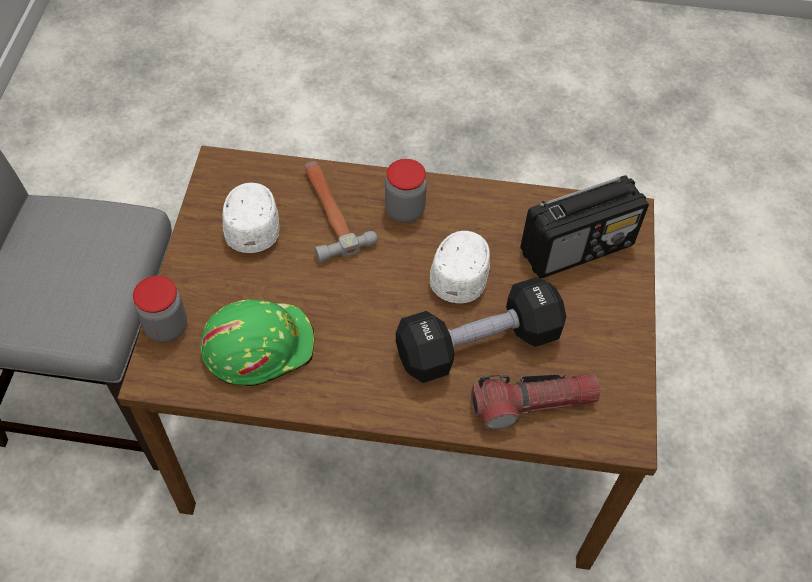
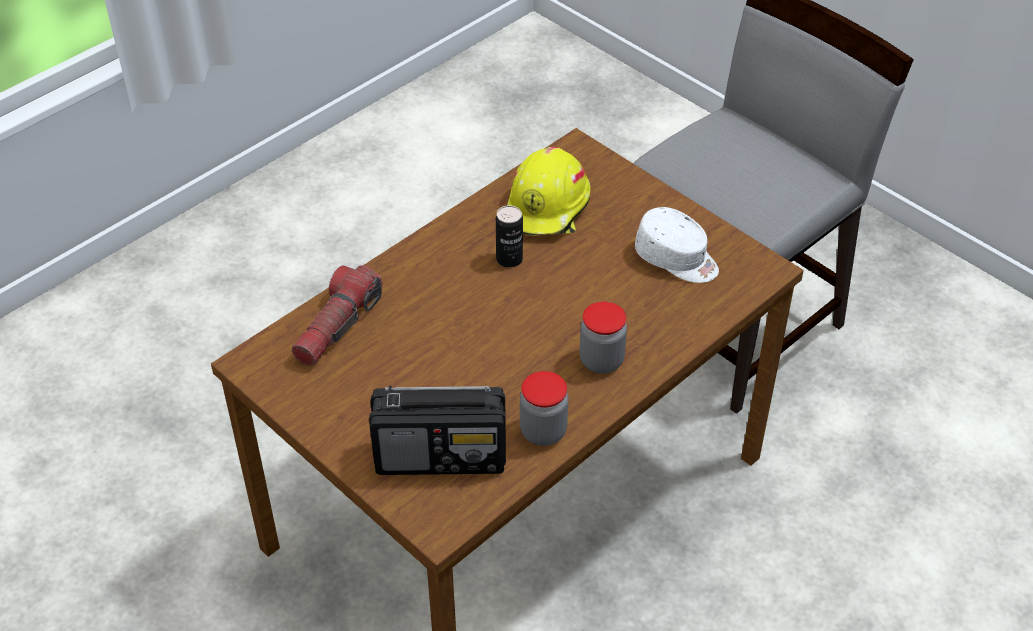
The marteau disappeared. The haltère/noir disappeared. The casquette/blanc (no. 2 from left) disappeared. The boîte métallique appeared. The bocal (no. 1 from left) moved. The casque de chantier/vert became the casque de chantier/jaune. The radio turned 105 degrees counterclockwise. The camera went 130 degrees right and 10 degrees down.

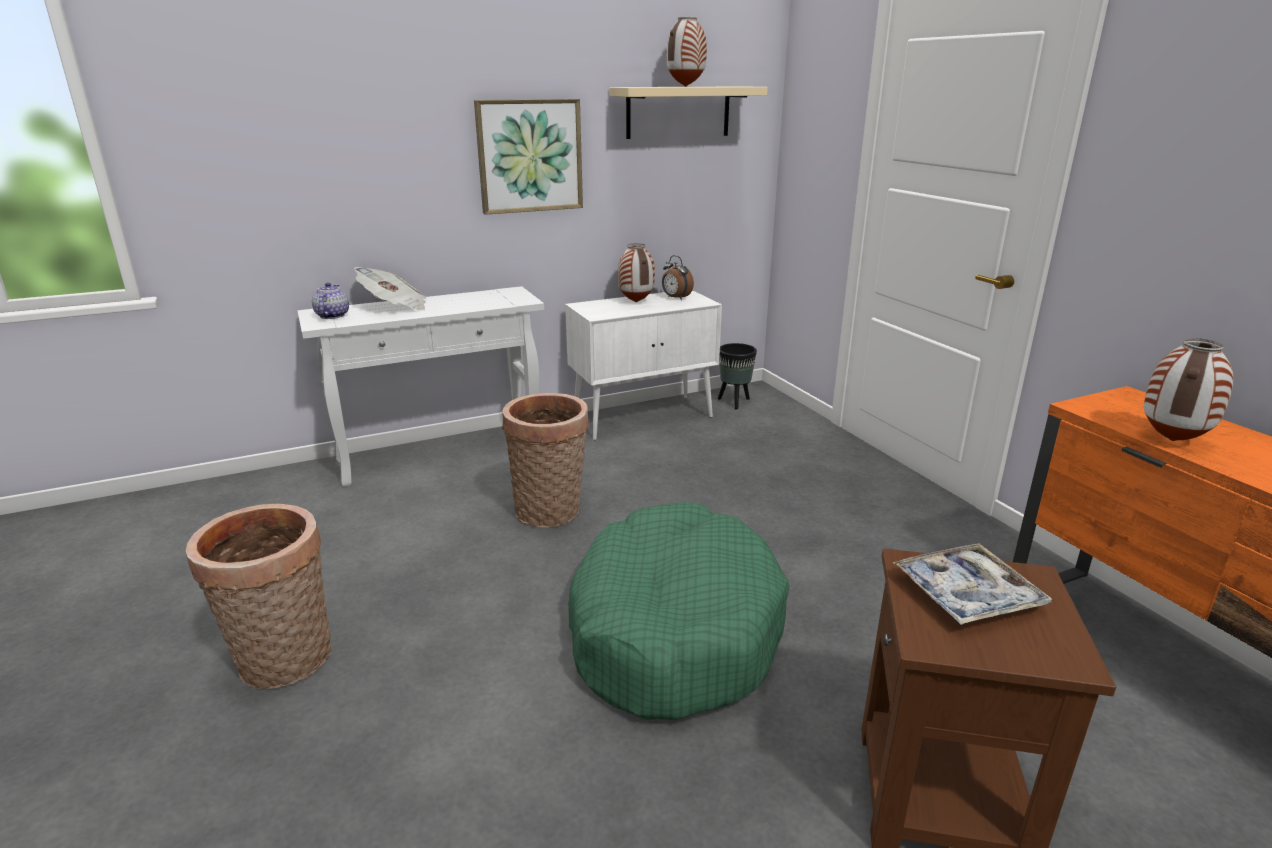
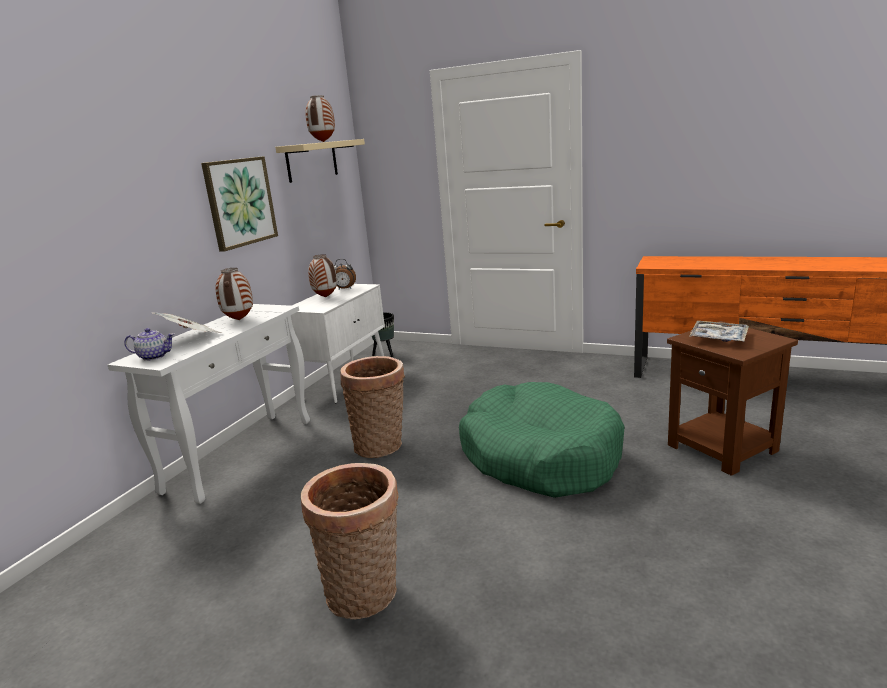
The vase (no. 3 from left in the first image) moved. The théière turned 135 degrees clockwise. The camera went 40 degrees left and 5 degrees down.

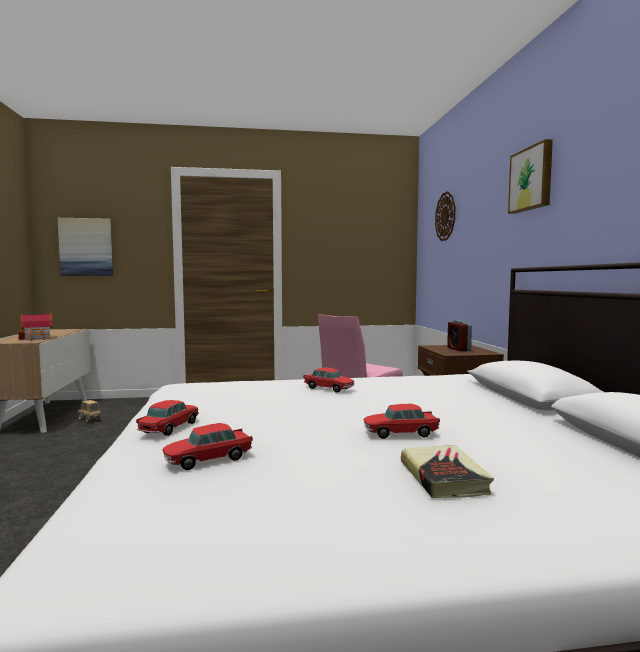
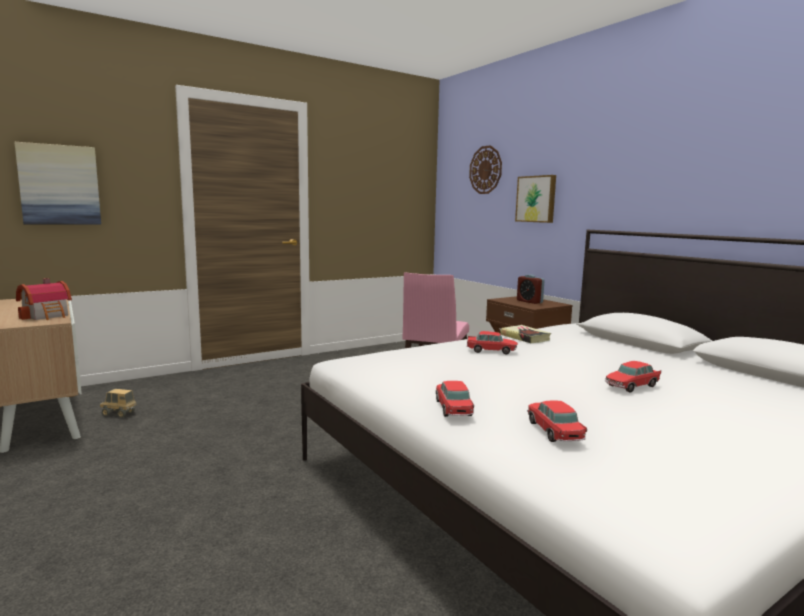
The livre moved. The tableau (no. 2 from left) moved. The petite voiture (no. 2 from left in the first image) turned 135 degrees clockwise. The camera went 25 degrees left and 5 degrees up.

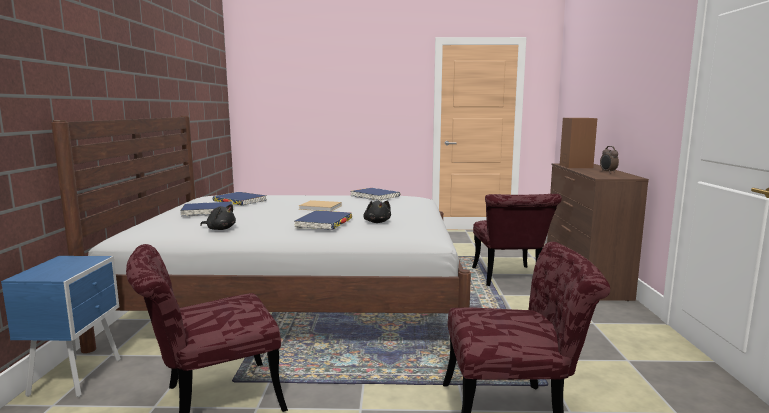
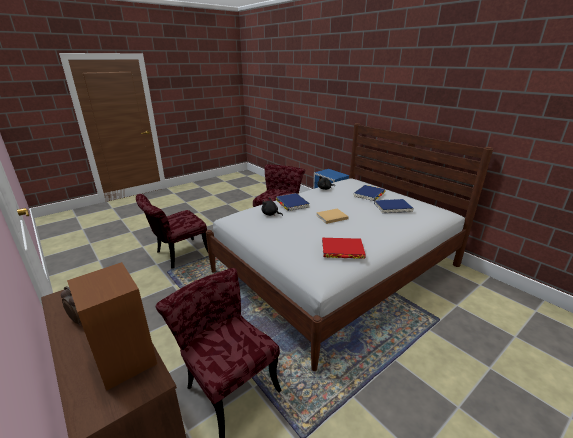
The livre/bleu (no. 4 from left) became the livre/rouge. The camera went 140 degrees right and 15 degrees up.

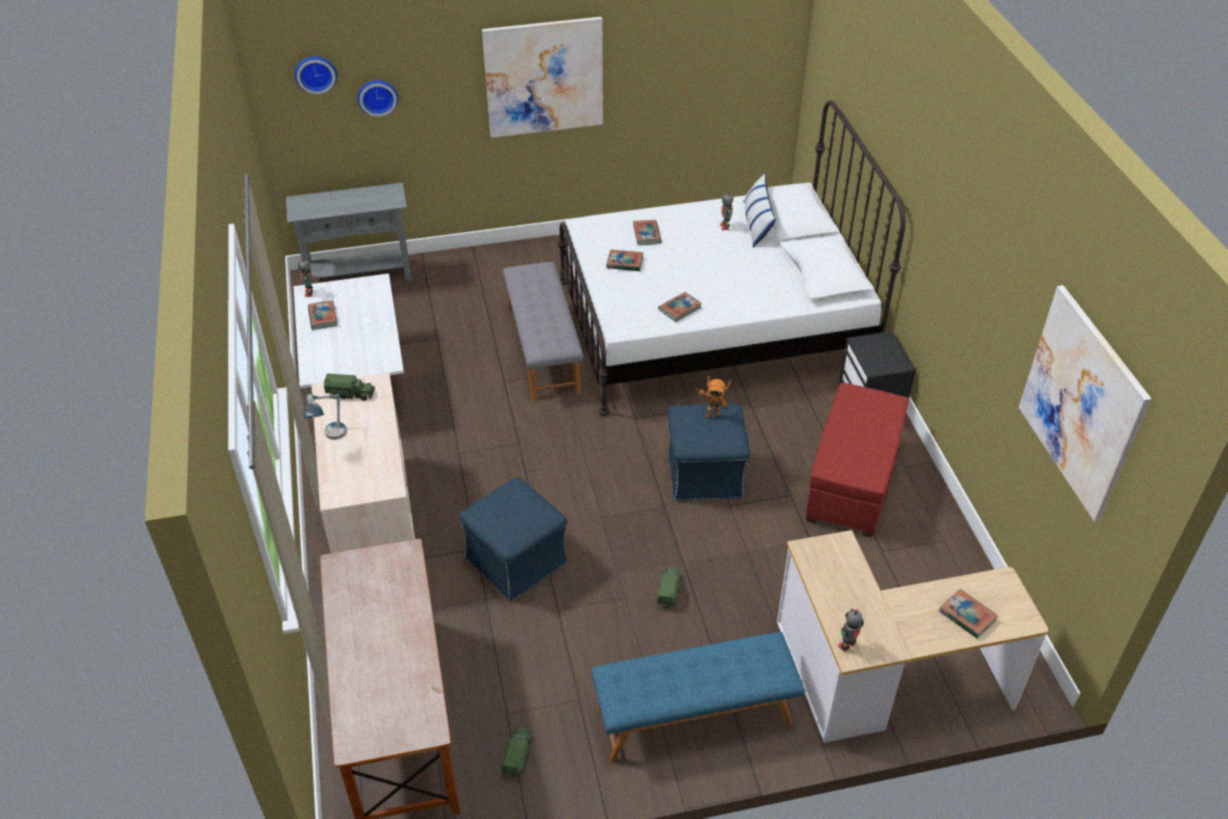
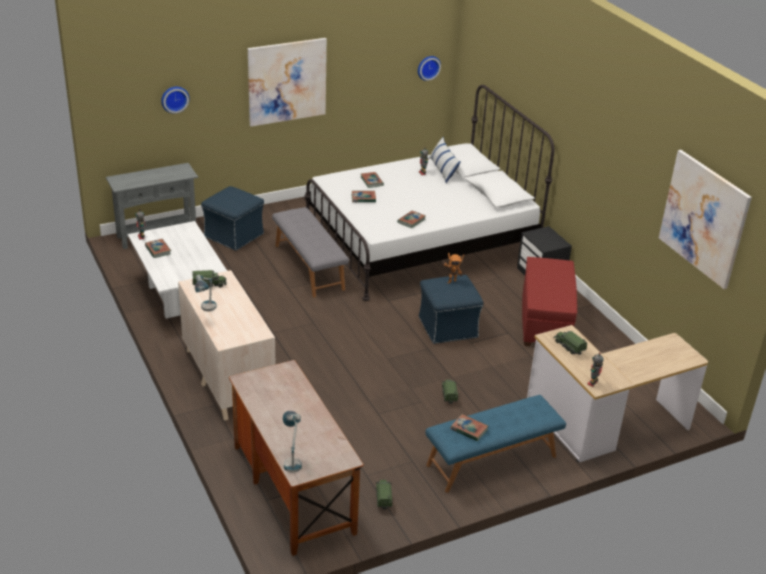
The lampe de table (no. 2 from left) appeared. The camion jouet (no. 4 from left) appeared. The horloge murale (no. 1 from left in the first image) moved. The pouf/bleu (no. 1 from left) moved. The livre (no. 5 from left) moved. The camera went 15 degrees left and 10 degrees down.

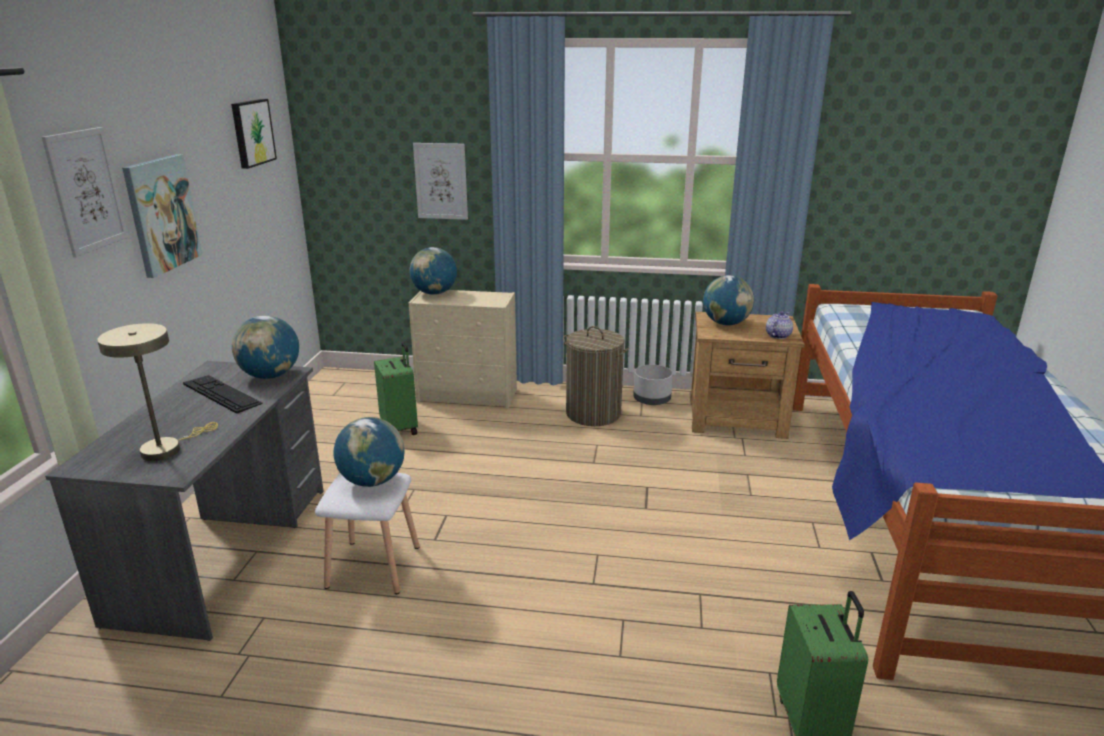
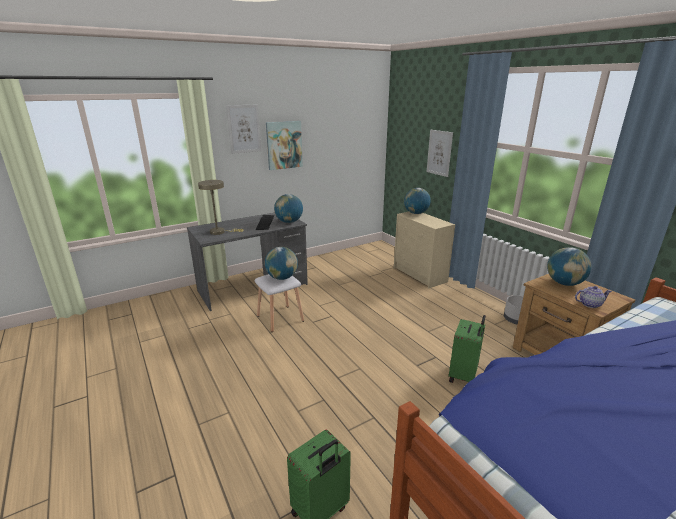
The tableau (no. 3 from left) disappeared. The panier à linge disappeared. The valise/vert (no. 1 from left in the first image) moved. The camera went 50 degrees right and 0 degrees up.

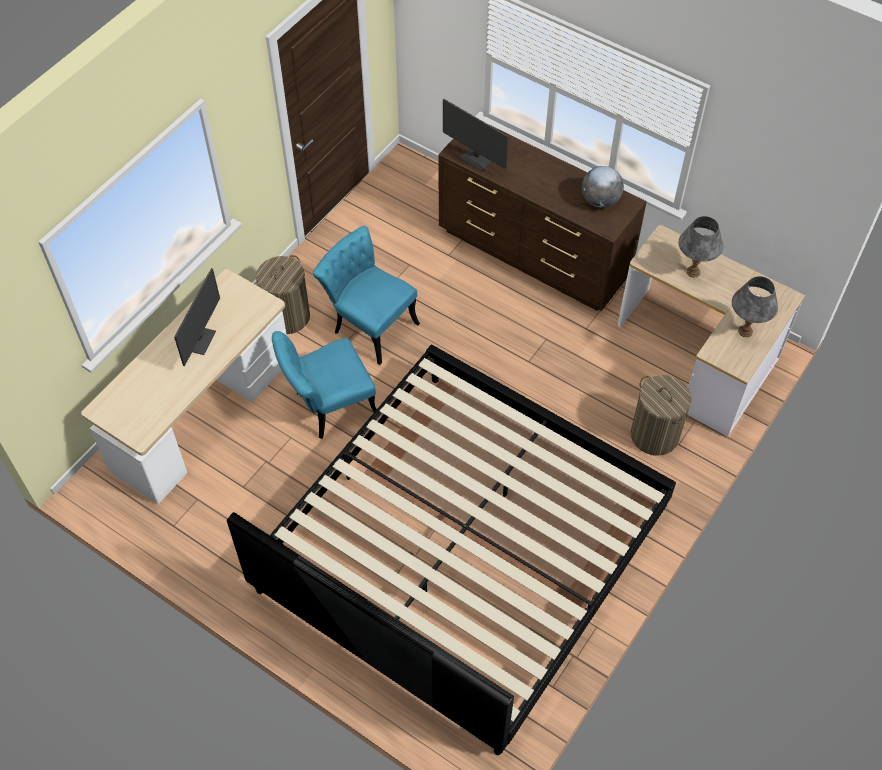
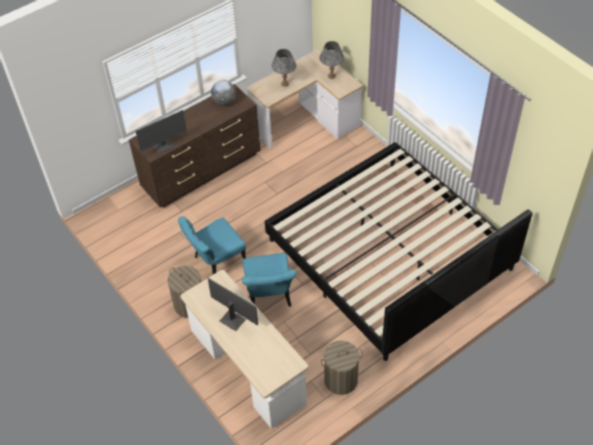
The panier à linge (no. 2 from left) moved. The camera went 70 degrees left and 5 degrees down.

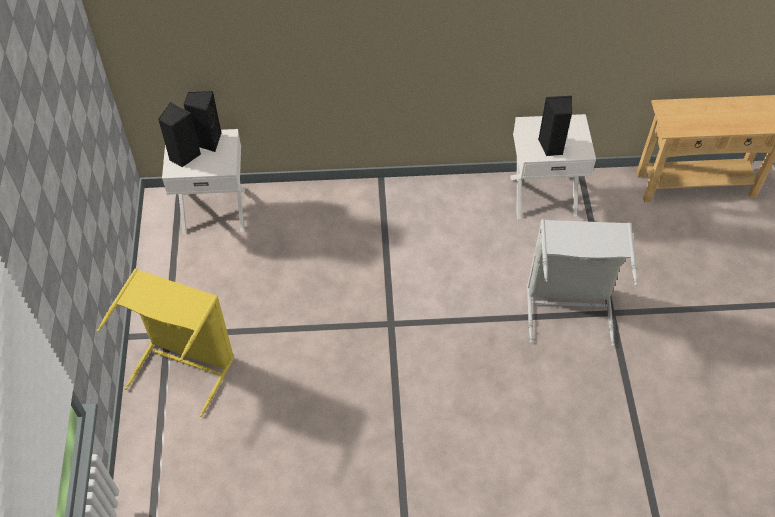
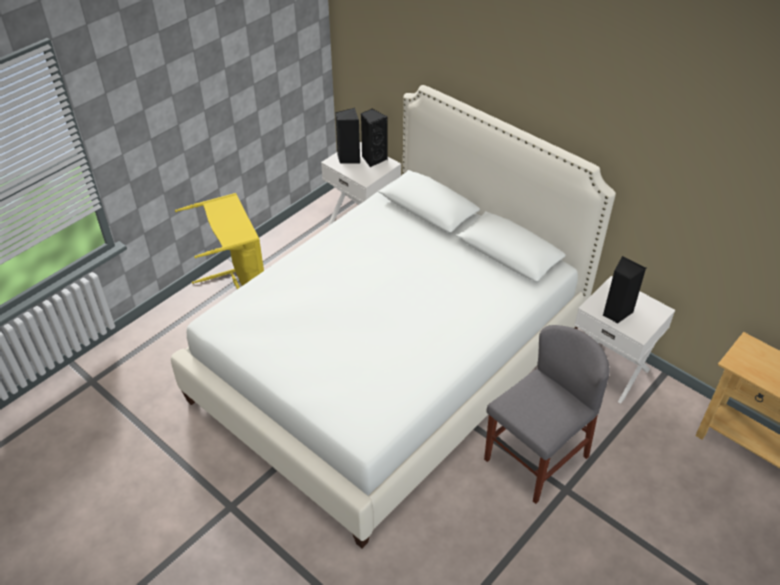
The lit/blanc appeared. The panier à linge/gris was replaced by the chaise/gris. The camera went 45 degrees right and 10 degrees down.

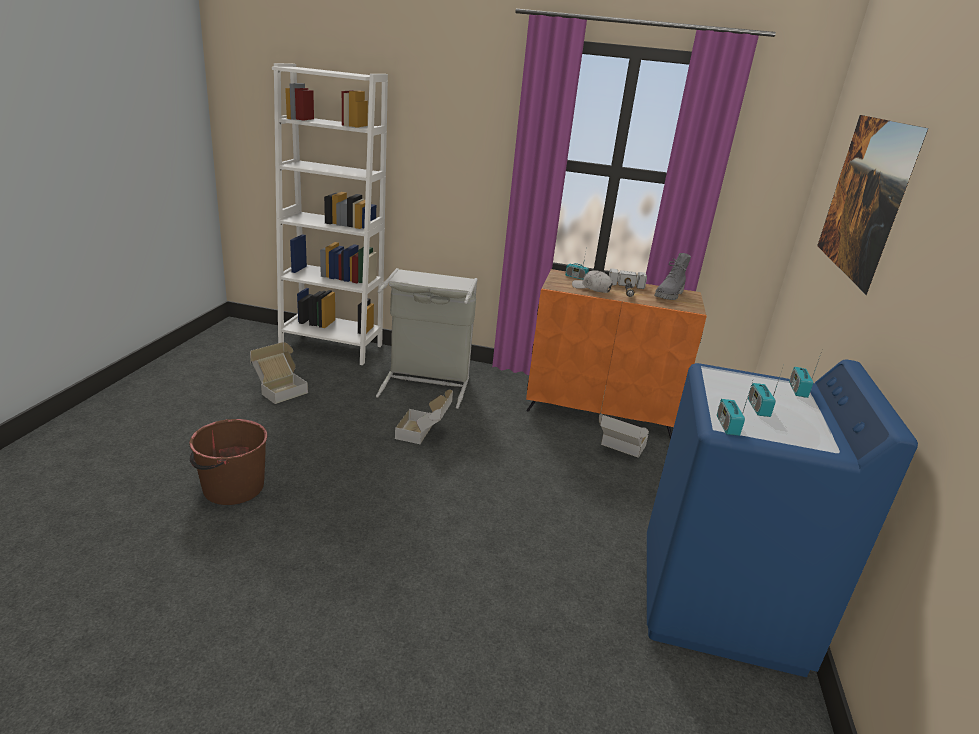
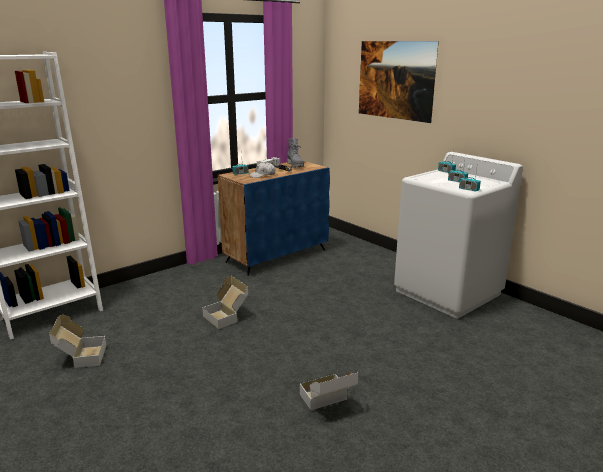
The seau/marron disappeared. The panier à linge/gris disappeared. The carton (no. 3 from left) moved. The meuble de rangement/orange became the meuble de rangement/bleu. The lave-linge/bleu became the lave-linge/blanc. The camera went 50 degrees left and 5 degrees down.

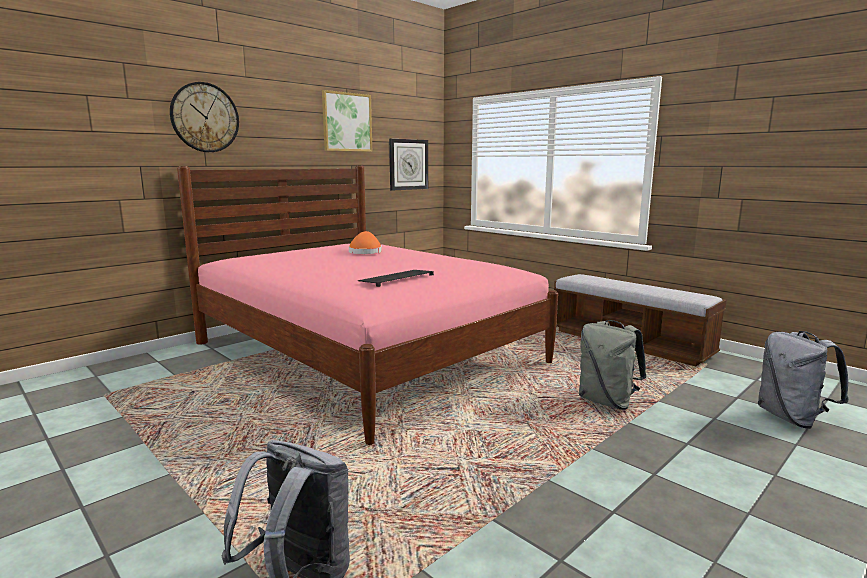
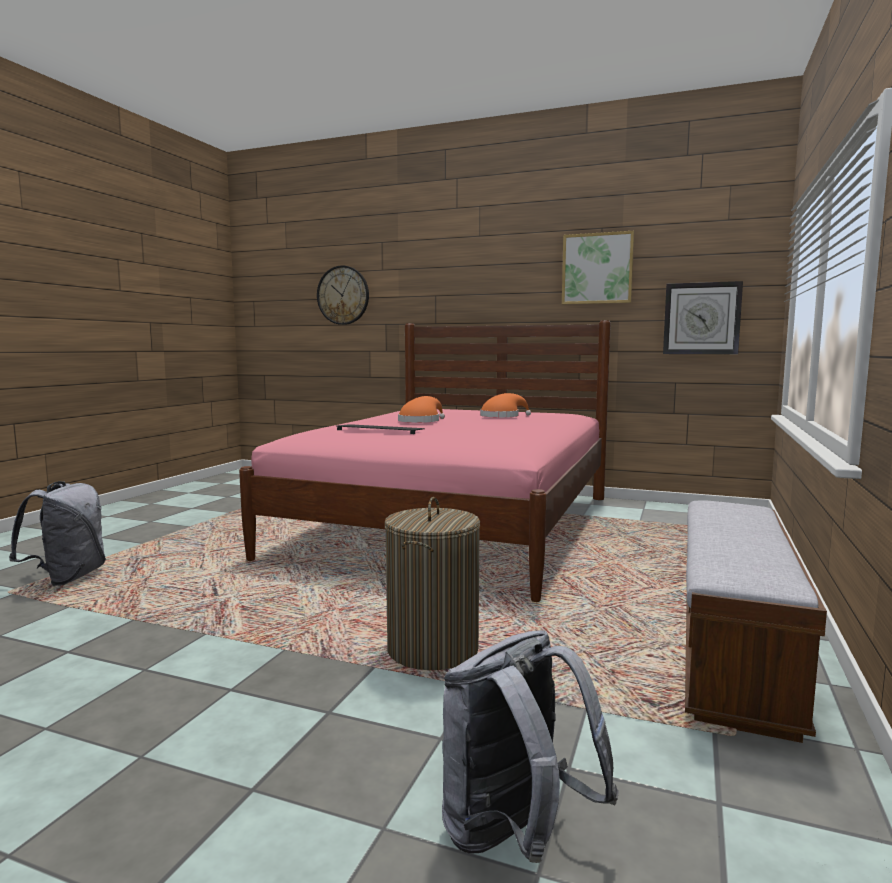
The chapeau/orange (no. 1 from left) appeared. The horloge murale (no. 1 from left) moved. The sac à dos/gris (no. 2 from left) was replaced by the panier à linge. The camera went 65 degrees right and 5 degrees down.

